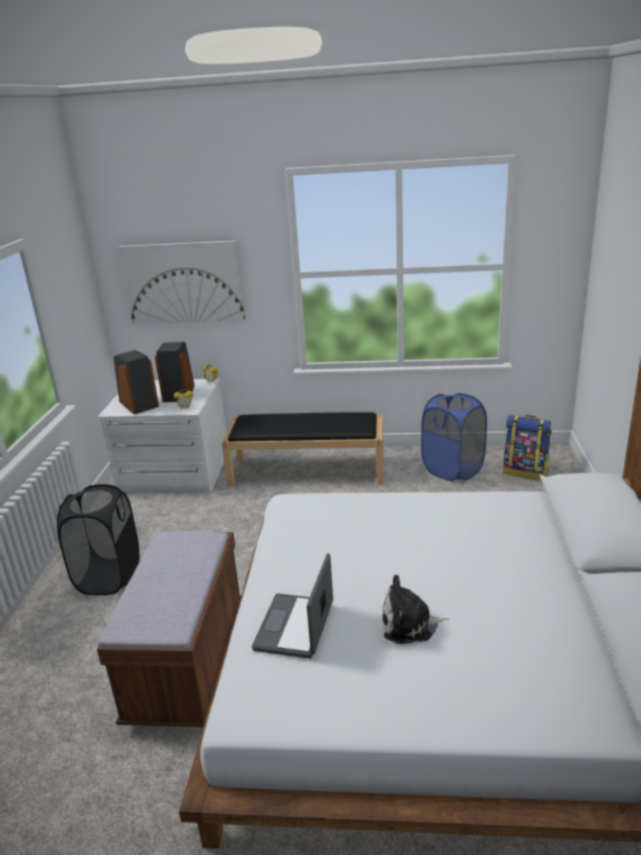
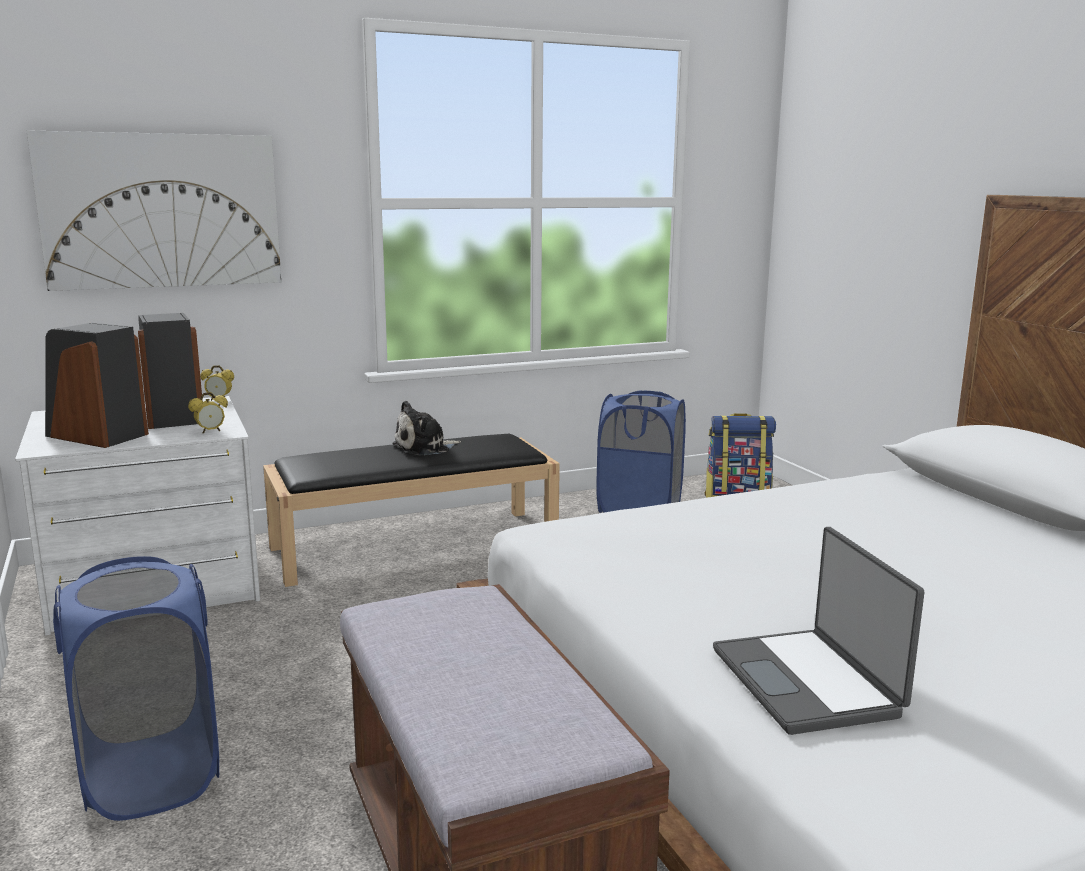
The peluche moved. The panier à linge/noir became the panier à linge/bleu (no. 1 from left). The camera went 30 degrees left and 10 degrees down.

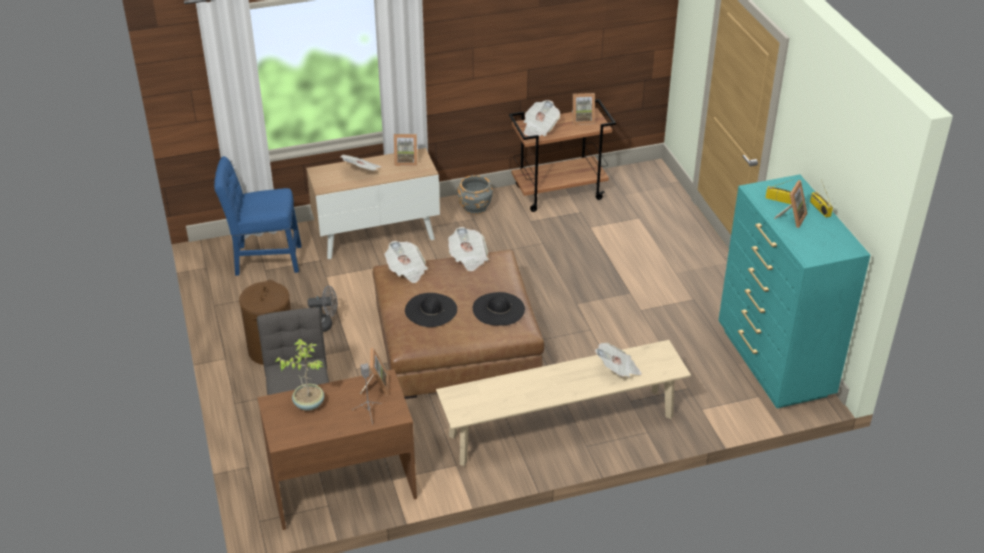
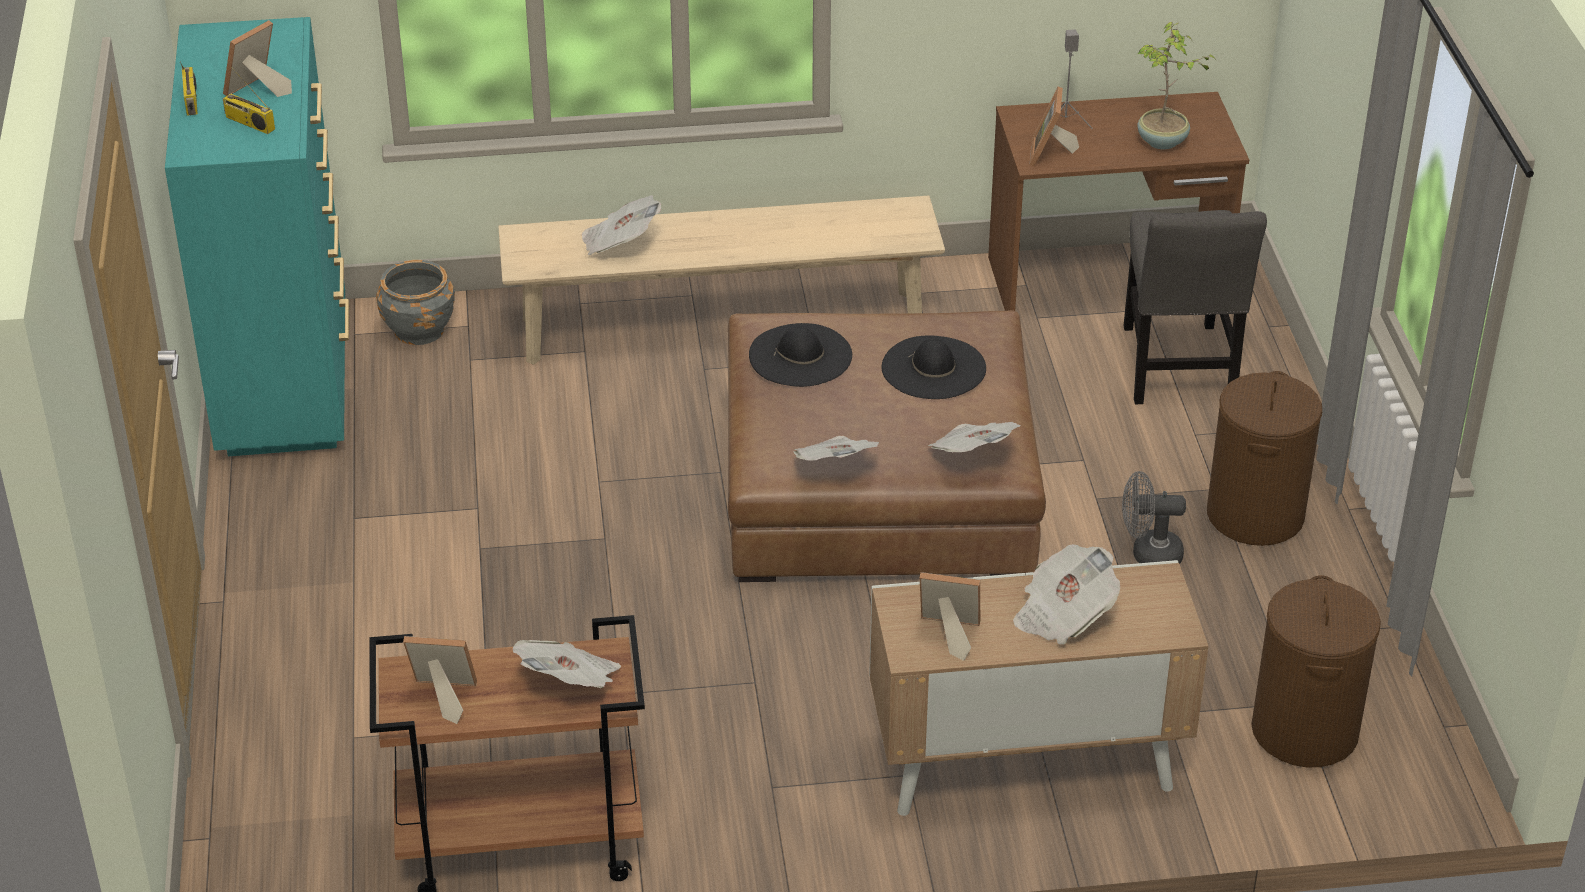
The cache-pot/gris moved. The chaise/bleu was replaced by the panier à linge/marron (no. 2 from left). The camera went 170 degrees left and 0 degrees up.

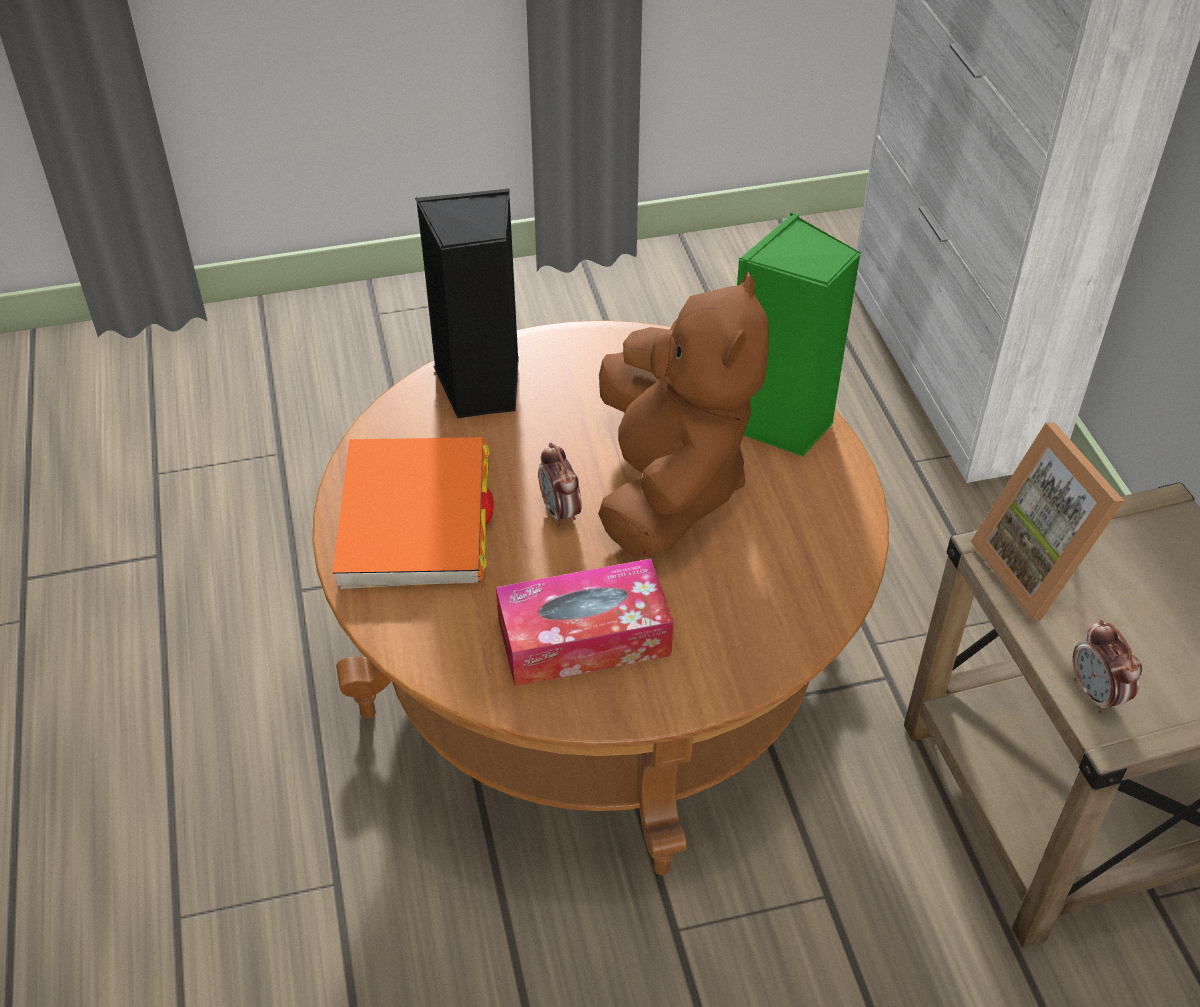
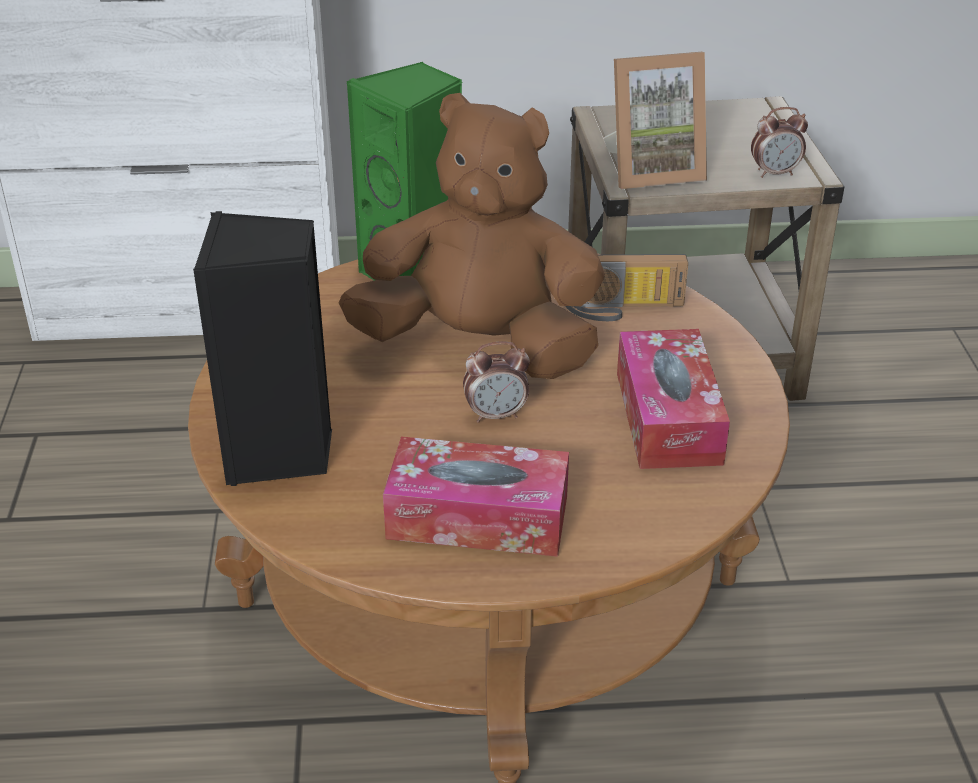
The radio appeared. The livre/orange was replaced by the boîte à mouchoirs (no. 1 from left). The camera went 80 degrees left and 10 degrees down.

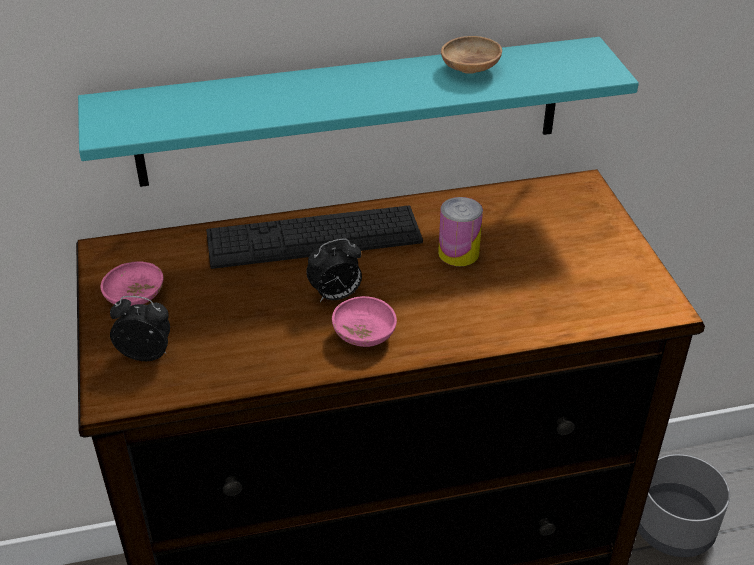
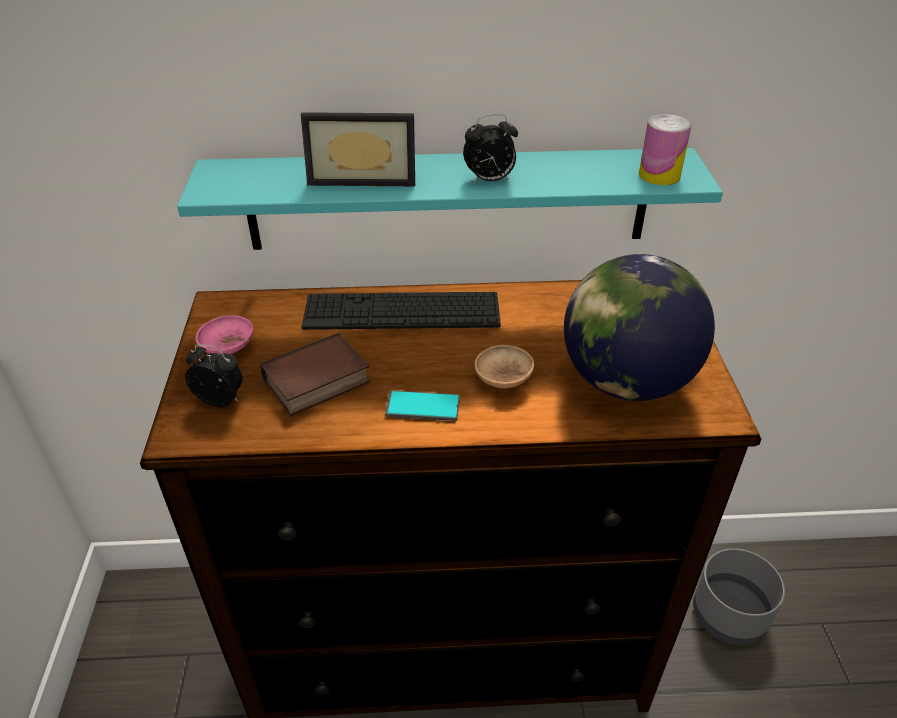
The livre appeared. The cadre photo appeared. The globe appeared. The réveil (no. 2 from left) moved. The boîte métallique moved. The bol/marron moved. The bol/rose (no. 2 from left) was replaced by the téléphone. The camera went 10 degrees right and 0 degrees up.

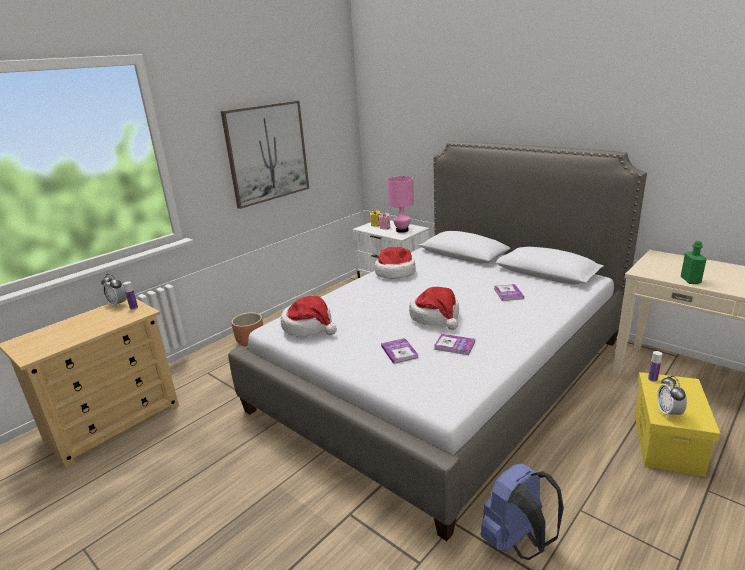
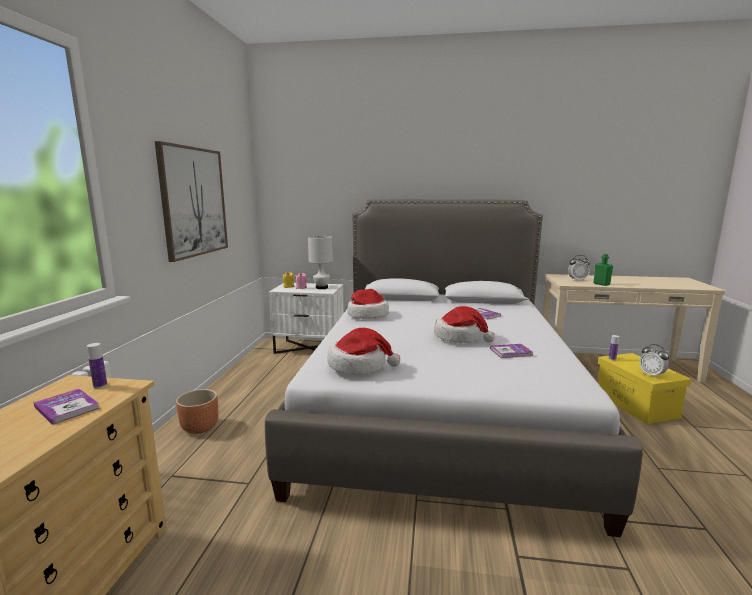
The sac à dos/bleu disappeared. The réveil (no. 1 from left) moved. The livre (no. 1 from left) moved. The lampe de table/rose became the lampe de table/blanc. The camera went 35 degrees left and 10 degrees down.

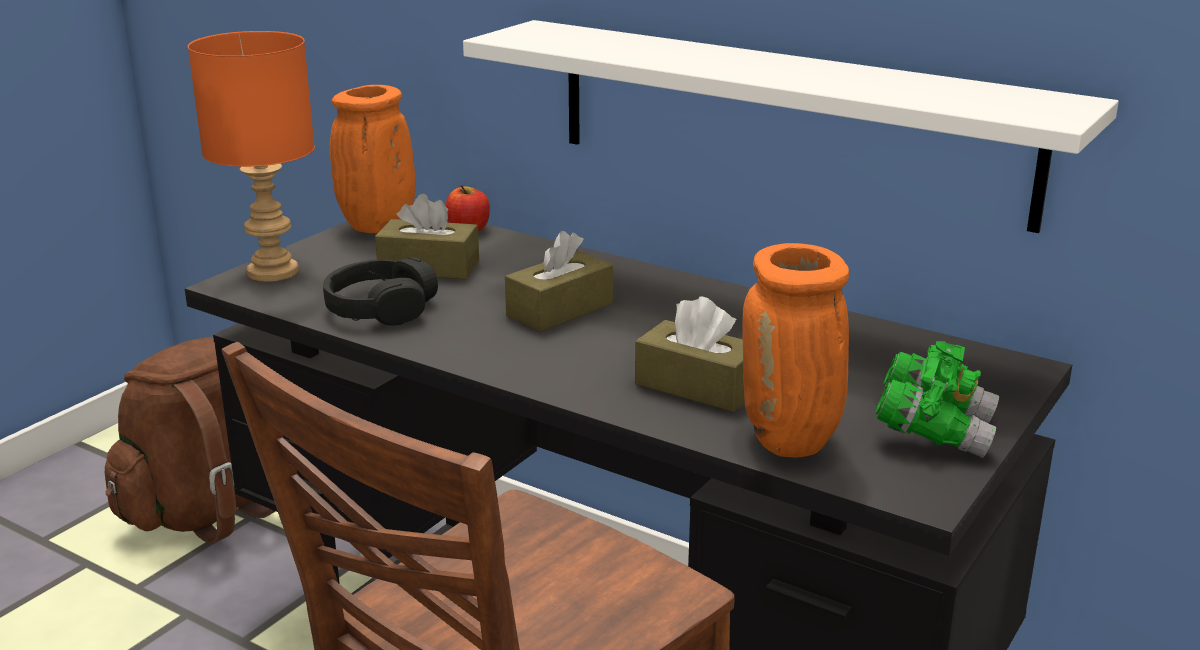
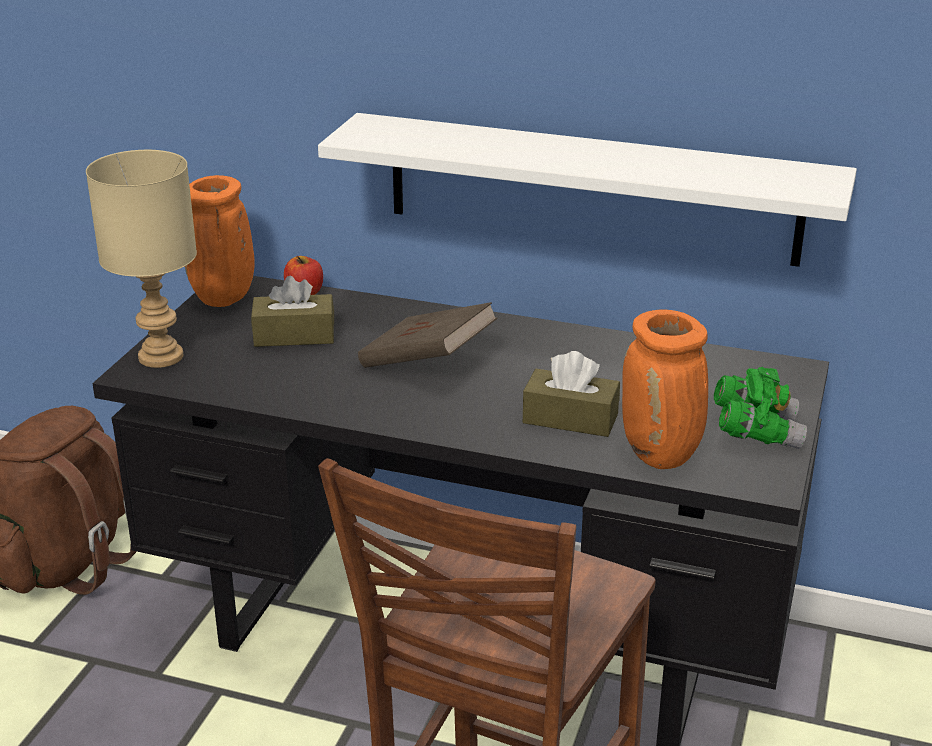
The casque audio/noir disappeared. The boîte à mouchoirs/marron (no. 2 from left) was replaced by the livre/marron. The lampe de table/orange became the lampe de table/beige. The camera went 15 degrees left and 5 degrees up.

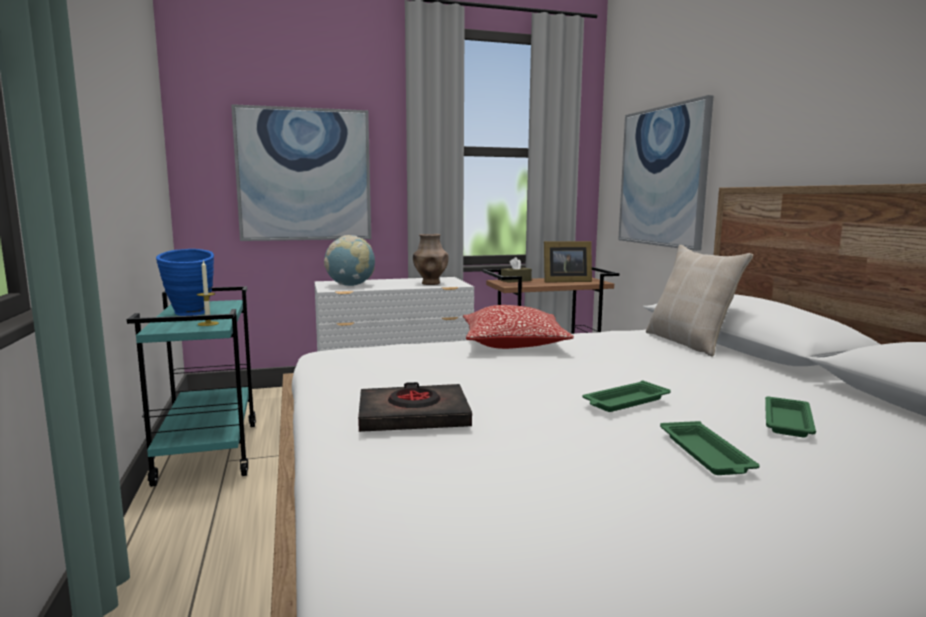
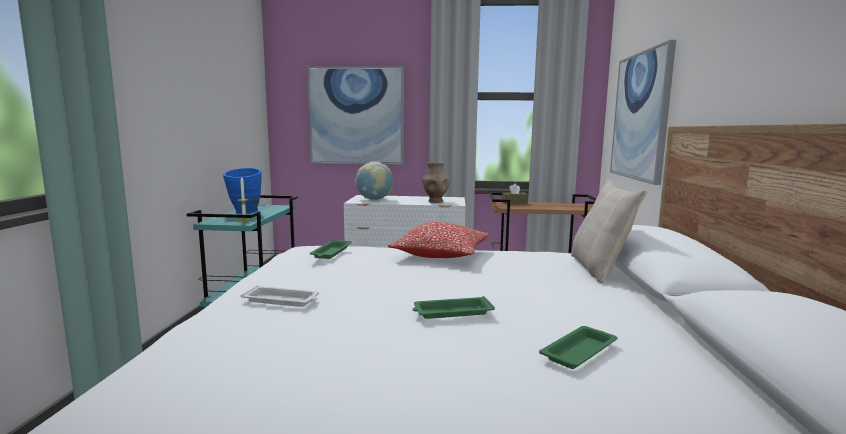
The cadre photo disappeared. The plateau/vert (no. 2 from left in the first image) moved. The livre/noir was replaced by the plateau/blanc. The camera went 20 degrees right and 0 degrees up.

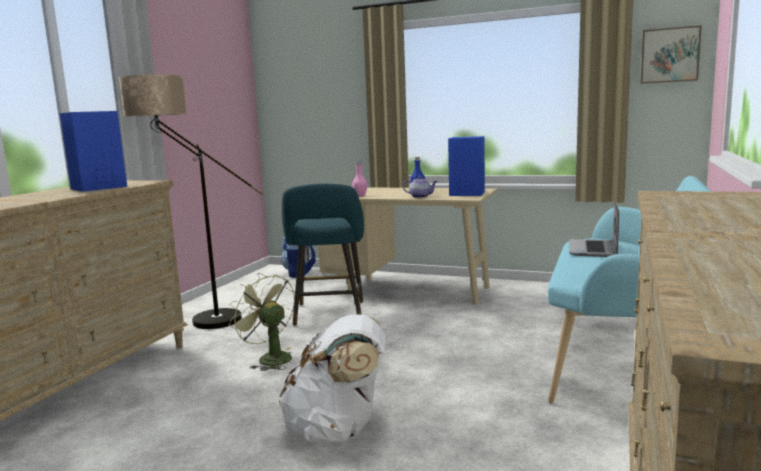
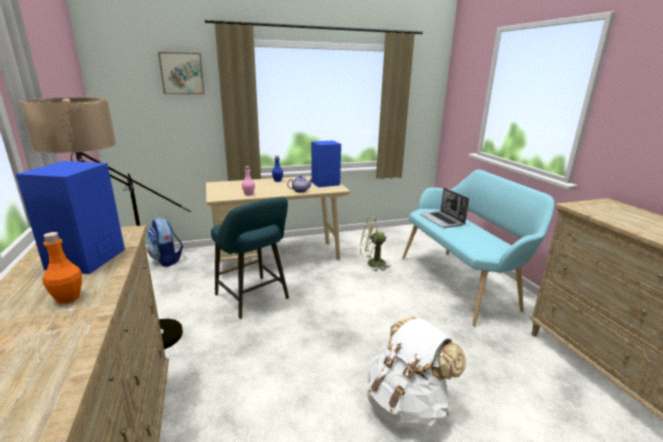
The bouteille/orange appeared. The ventilateur/vert moved. The tableau moved. The camera went 40 degrees left and 10 degrees up.

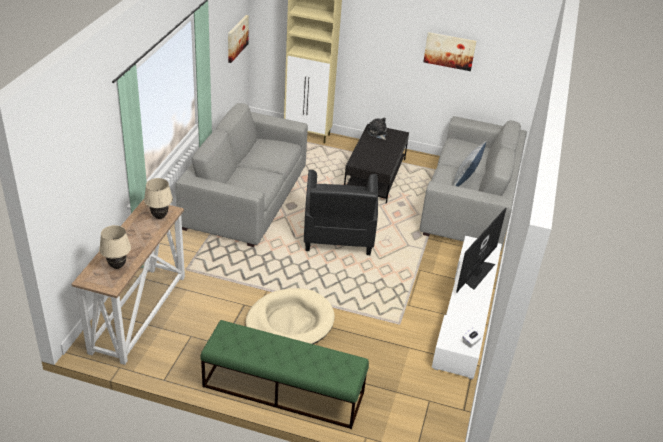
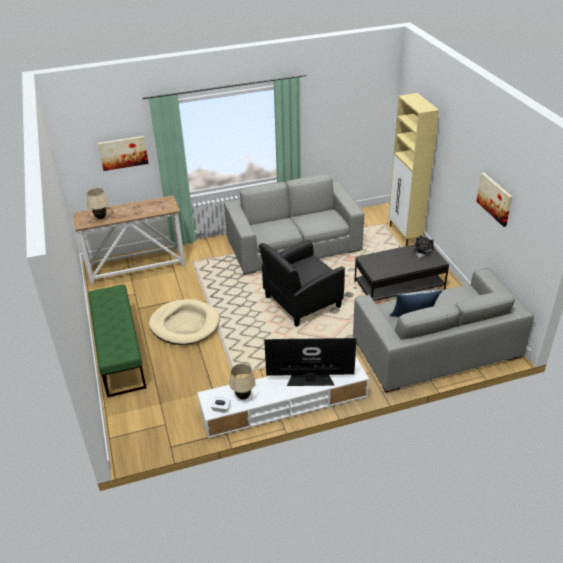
The lampe de table/beige (no. 2 from left) moved. The tableau (no. 1 from left) moved. The camera went 60 degrees right and 0 degrees up.

